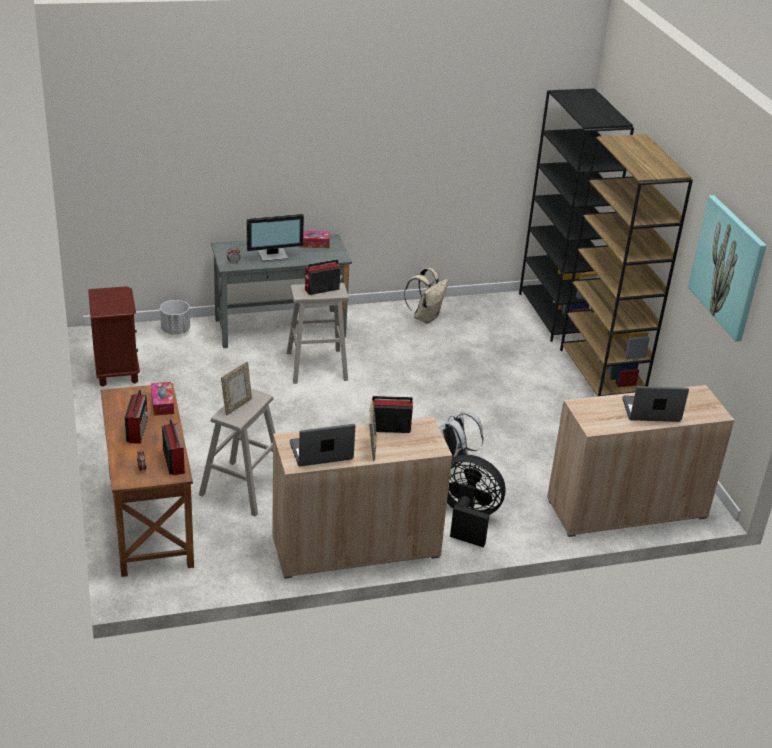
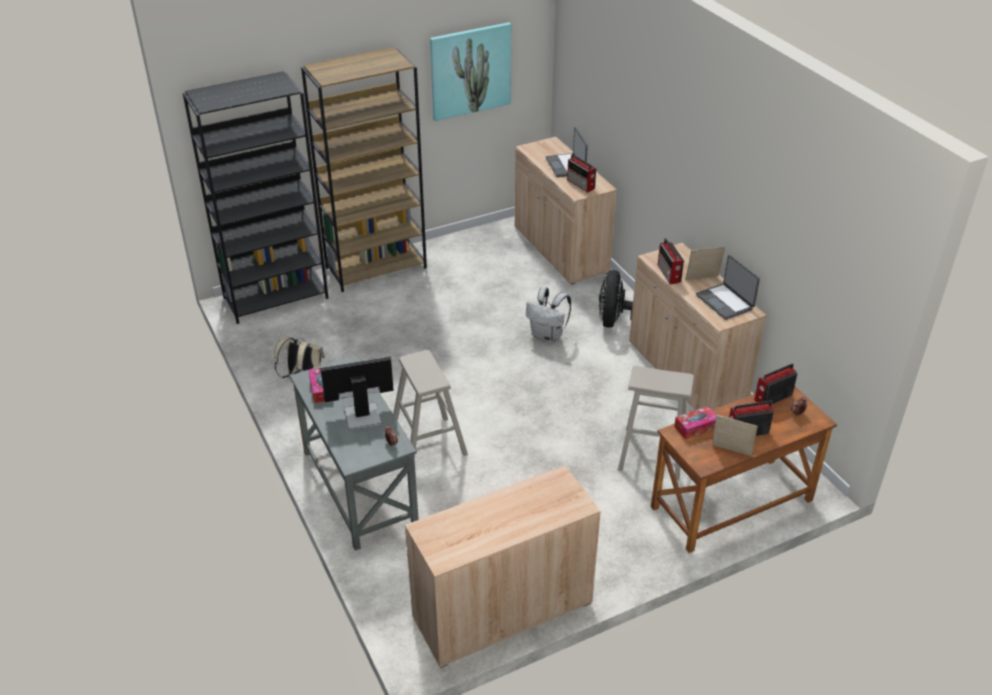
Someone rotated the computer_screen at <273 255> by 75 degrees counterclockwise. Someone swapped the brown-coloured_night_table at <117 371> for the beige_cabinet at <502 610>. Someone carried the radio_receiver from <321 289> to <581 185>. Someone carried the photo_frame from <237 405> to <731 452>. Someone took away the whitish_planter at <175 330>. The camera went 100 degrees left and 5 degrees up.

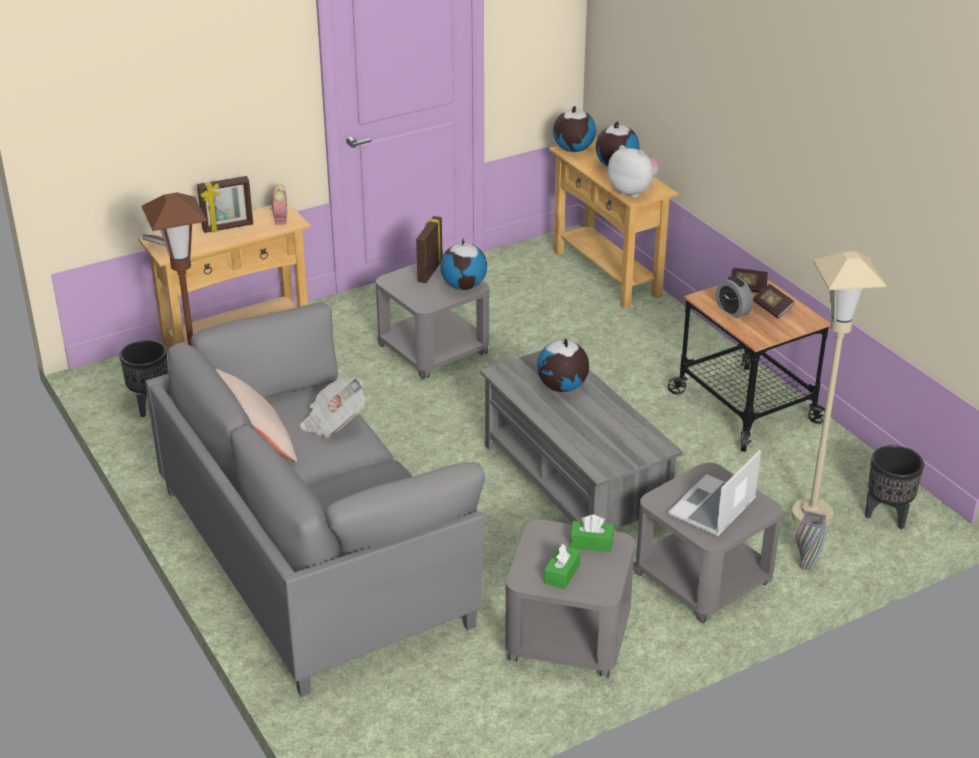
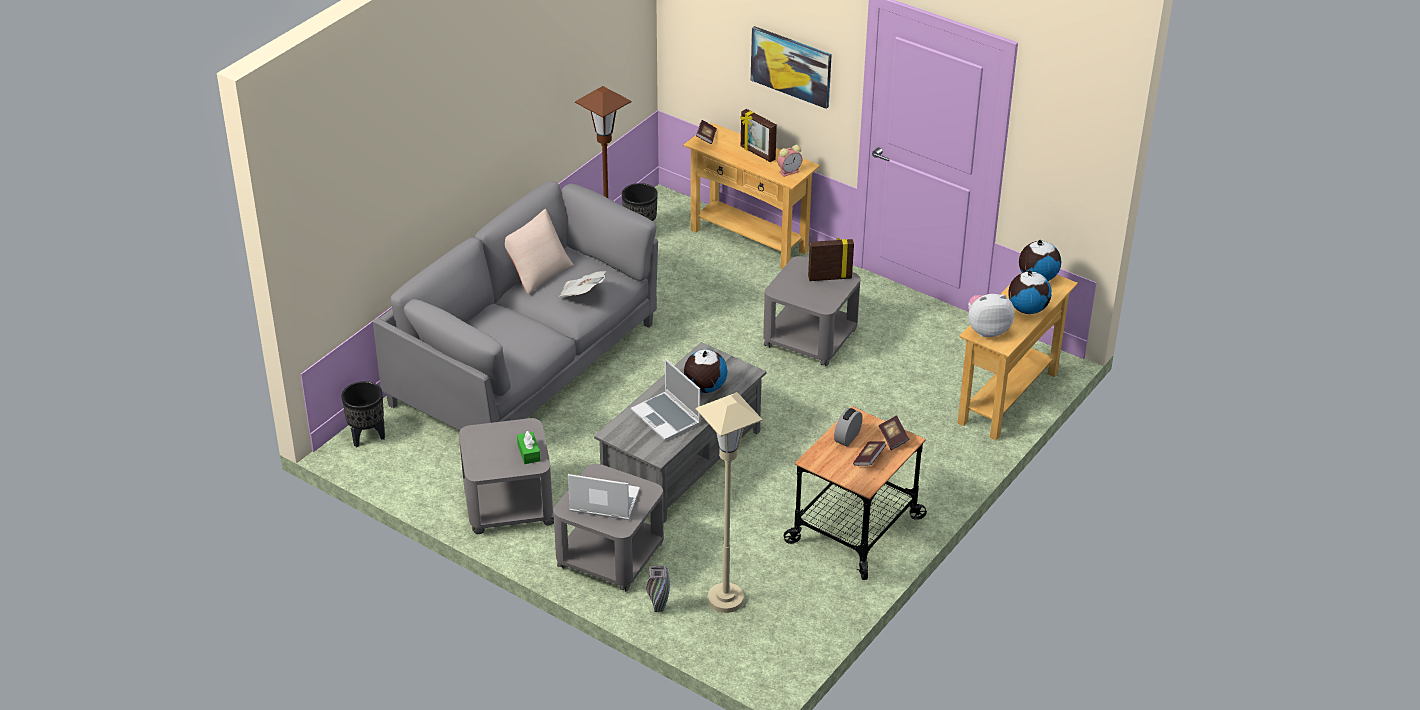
Someone carried the black_planter from <886 516> to <367 436>. Someone put down the notebook_computer at <667 417>. Someone put up the picture at <791 66>. Someone rotated the plush_toy at <632 191> by 105 degrees counterclockwise. Someone took away the desk_globe at <464 286>. Someone took away the green_tissue_box at <562 573>. The camera went 65 degrees right and 5 degrees up.

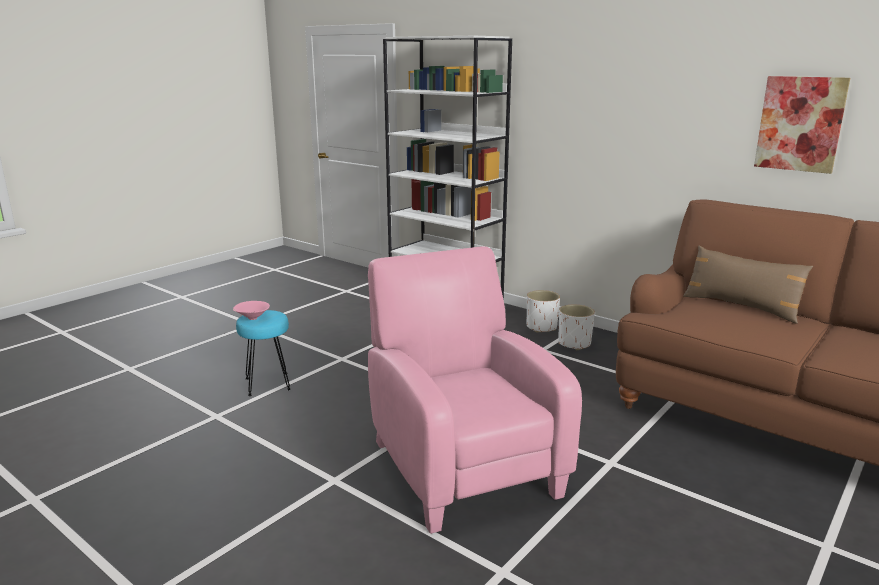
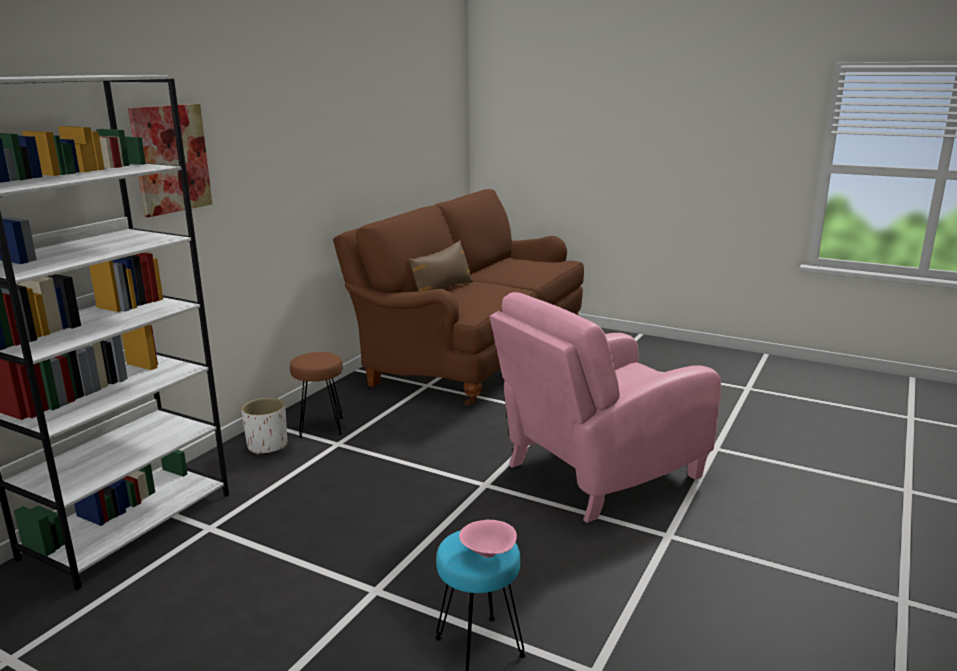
Someone carried the picture from <800 124> to <170 159>. Someone swapped the whitish_planter at <574 344> for the brown-coloured_stool_seat at <321 427>. The camera went 100 degrees left and 0 degrees up.

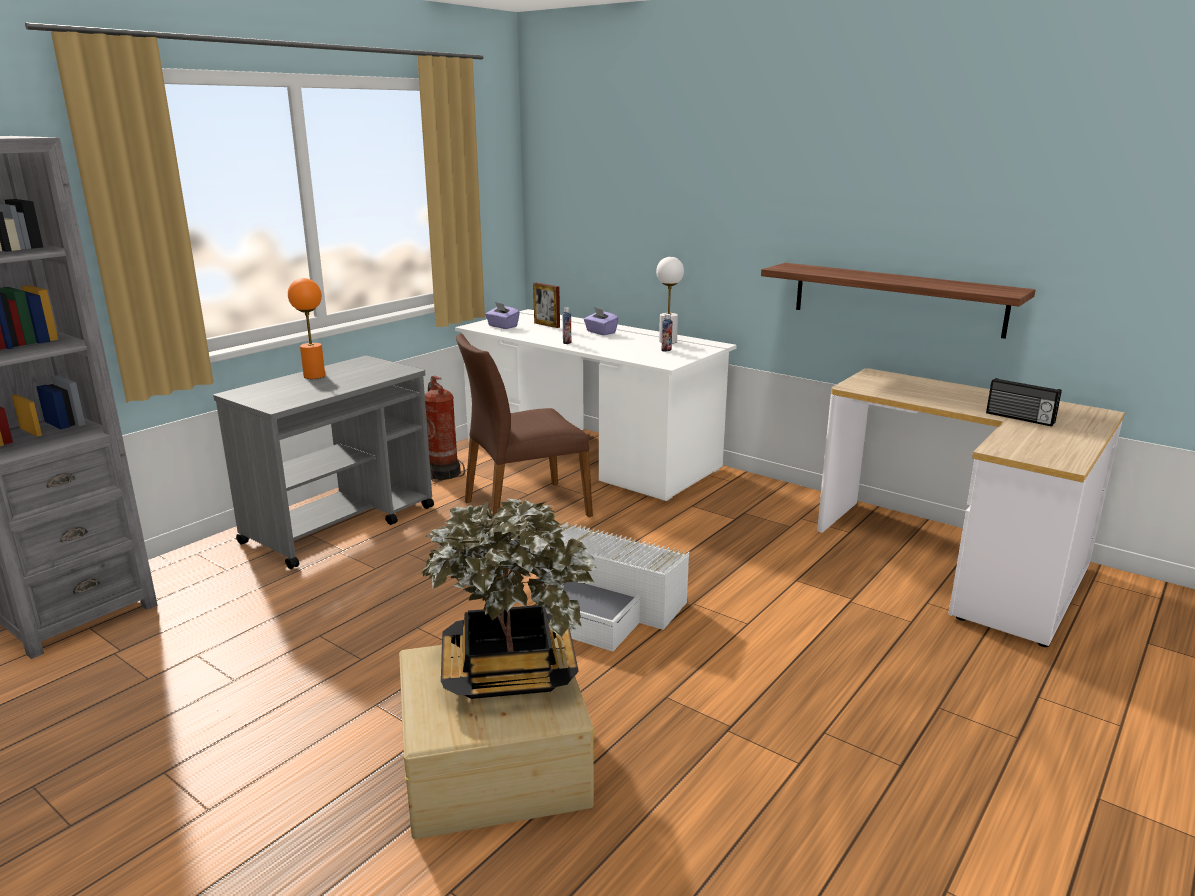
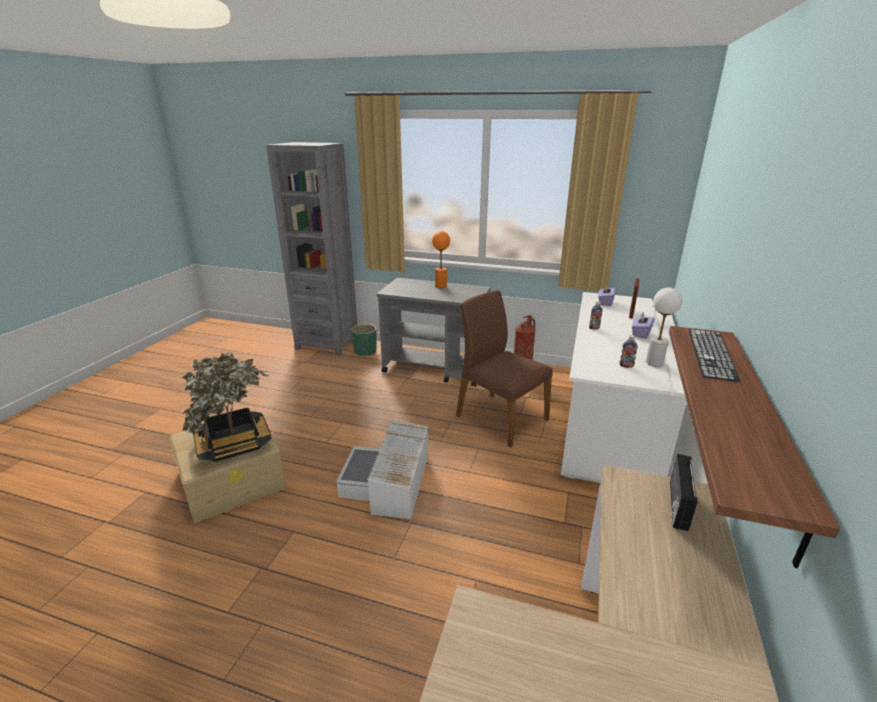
Someone put down the green_planter at <365 351>. Someone carried the radio_receiver from <1019 418> to <676 505>. Someone put down the keyboard at <711 353>. The camera went 70 degrees right and 5 degrees up.

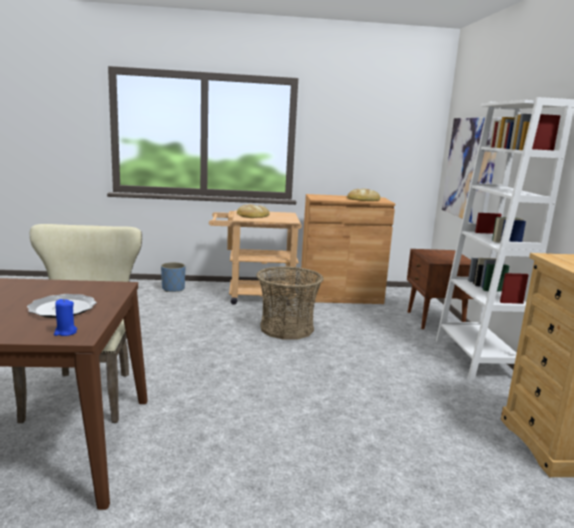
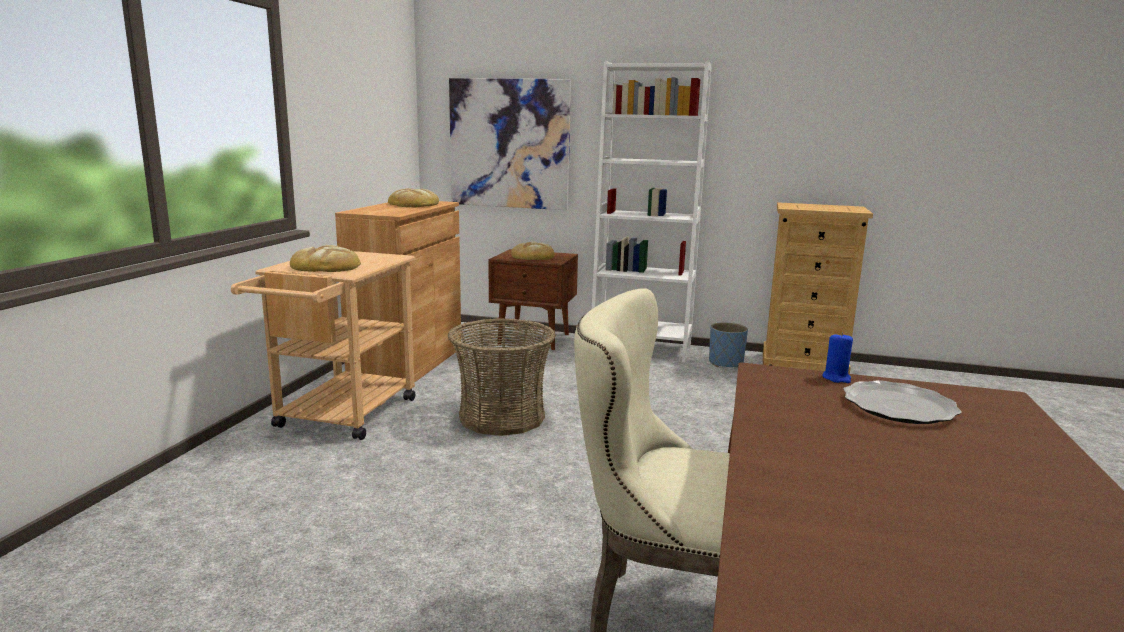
Someone put down the baked_bread at <533 256>. Someone carried the blue-coloured_planter from <173 289> to <726 363>. Someone carried the blue-coloured_wax_light from <65 332> to <836 378>. The camera went 70 degrees left and 0 degrees up.

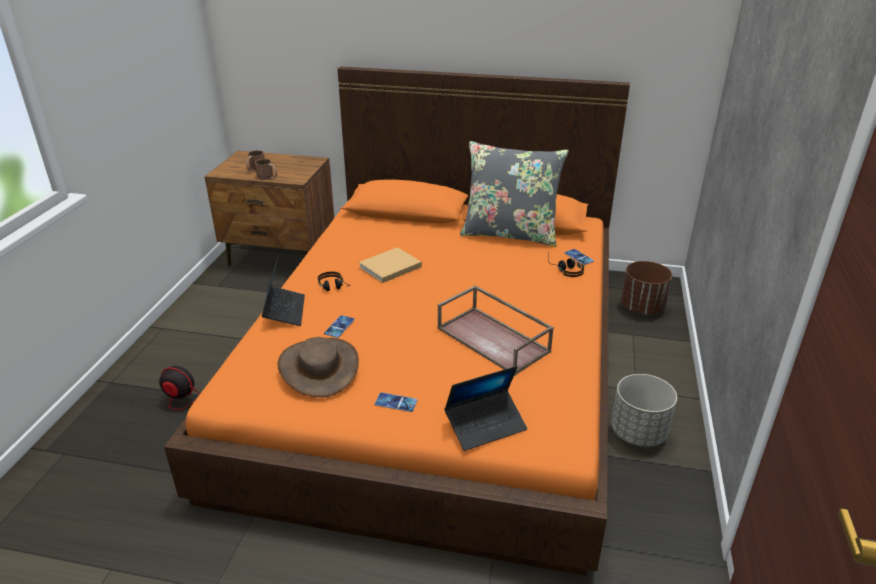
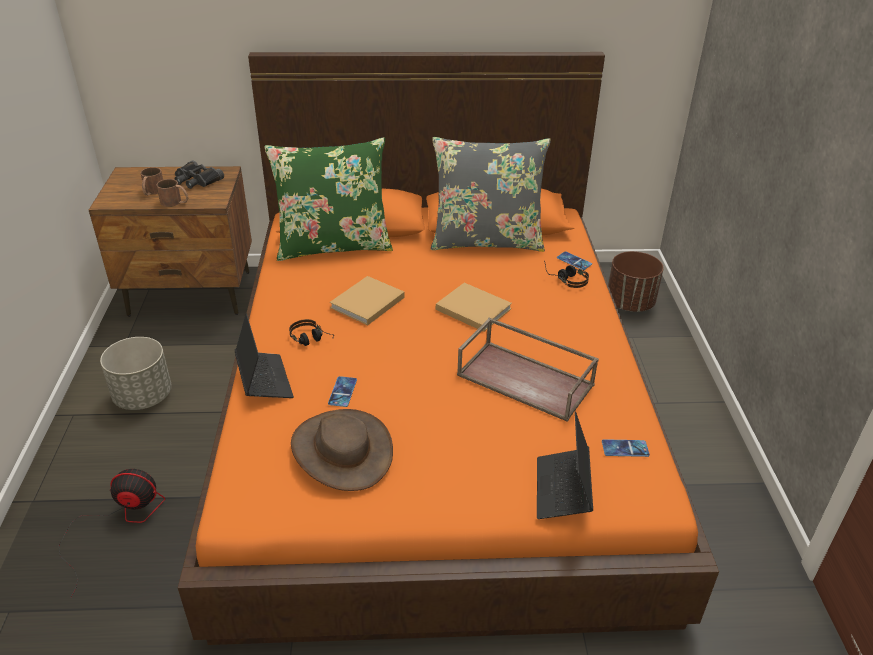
Someone carried the greyish_planter from <638 432> to <143 396>. Someone put down the black_field_glasses at <196 180>. Someone put down the green_cushion at <334 246>. Someone put down the beige_bound_book at <471 308>. Someone rotated the notebook_computer at <485 425> by 135 degrees clockwise. Someone carried the telephone from <396 402> to <625 448>. The camera went 15 degrees left and 5 degrees up.

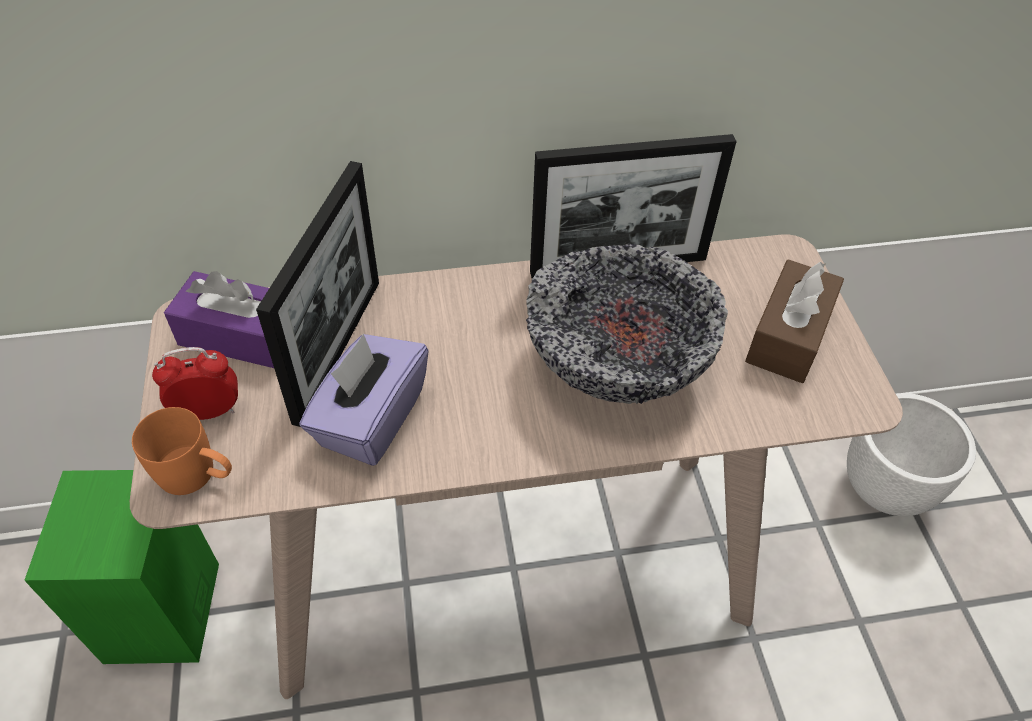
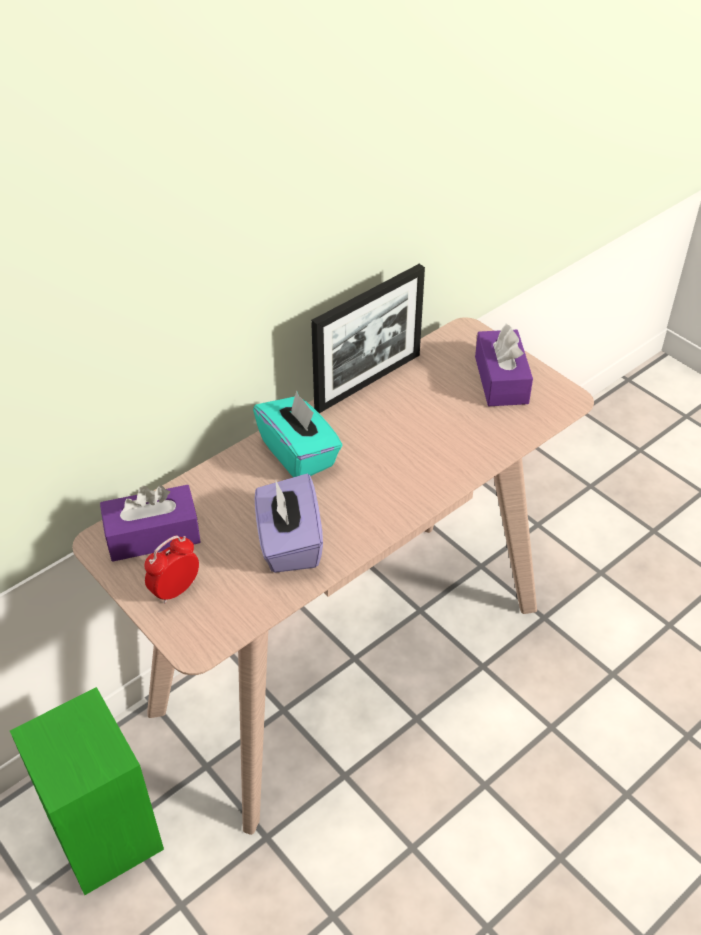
Someone put down the blue-green_tissue_box at <299 454>. Someone repainted the brown-coloured_tissue_box at <788 335>, which became the purple_tissue_box at <501 380>. Someone took away the orange_mug at <197 476>. Someone took away the photo_frame at <338 349>. Someone took away the serving_bowl at <615 363>. Someone took away the whitish_planter at <885 489>. The camera went 30 degrees left and 5 degrees down.

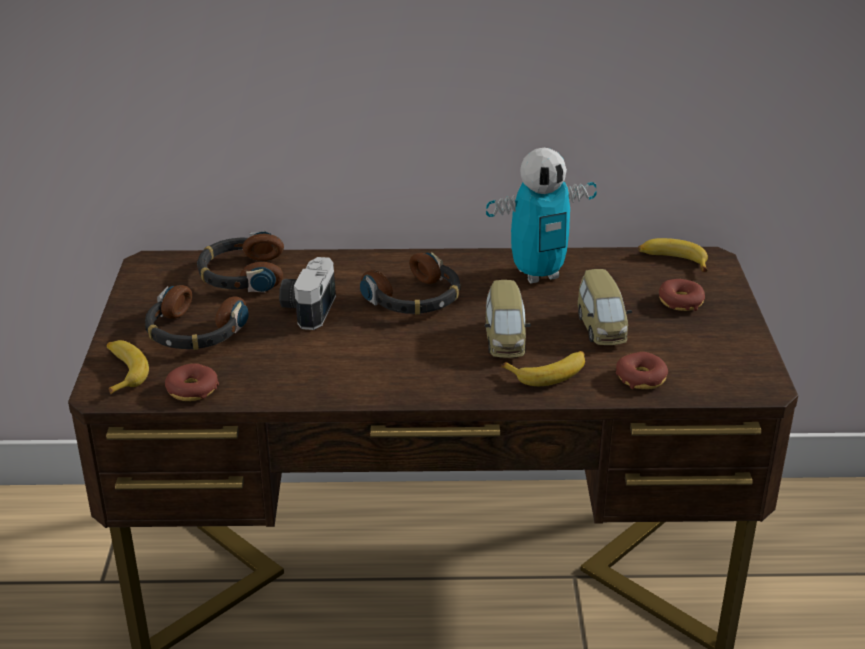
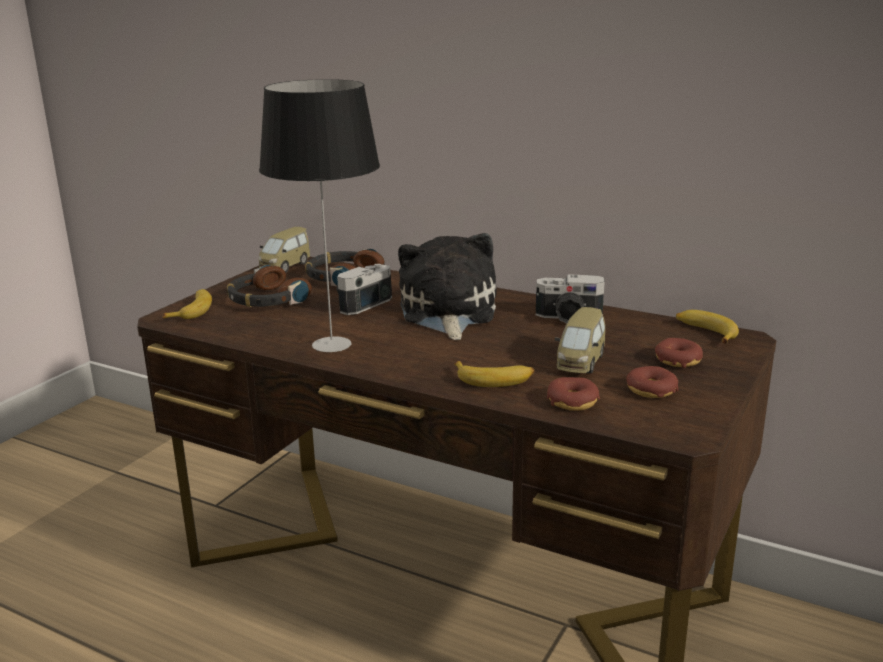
Someone put down the tabletop_lamp at <333 344>. Someone carried the model_car from <505 340> to <285 266>. Someone swapped the headphones at <414 298> for the plush_toy at <447 313>. Someone swapped the model_robot at <538 274> for the still_camera at <568 318>. Someone carried the ring_doughnut from <192 390> to <651 390>. The camera went 30 degrees right and 10 degrees down.

